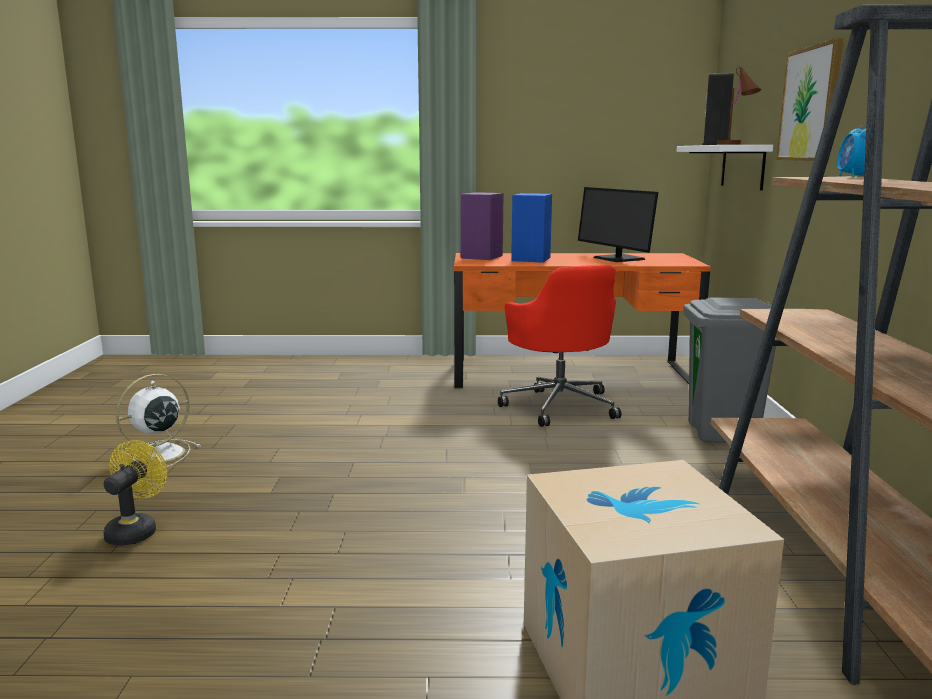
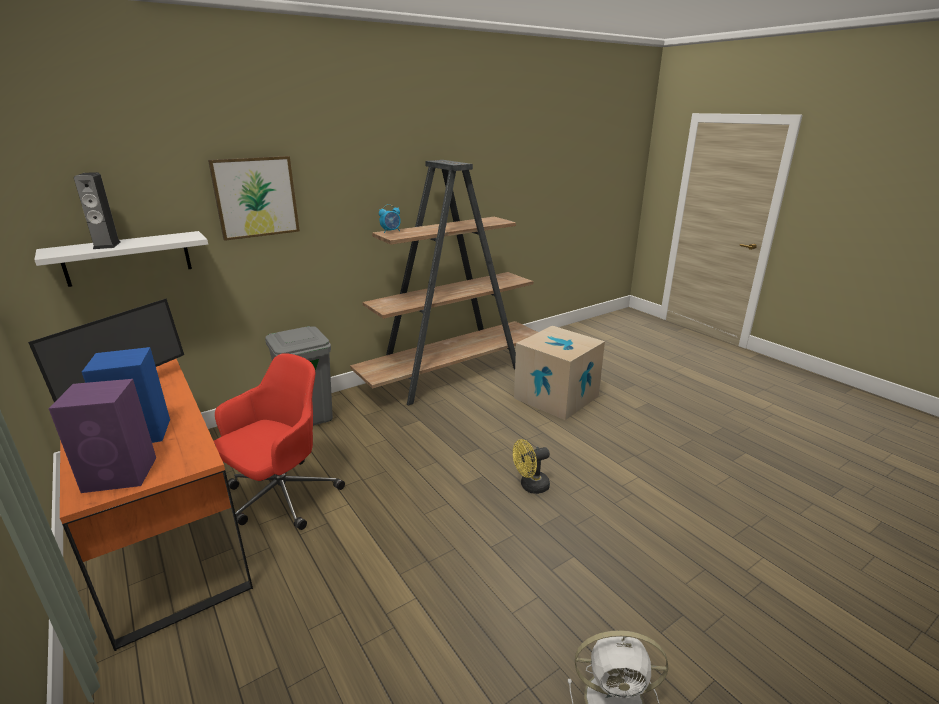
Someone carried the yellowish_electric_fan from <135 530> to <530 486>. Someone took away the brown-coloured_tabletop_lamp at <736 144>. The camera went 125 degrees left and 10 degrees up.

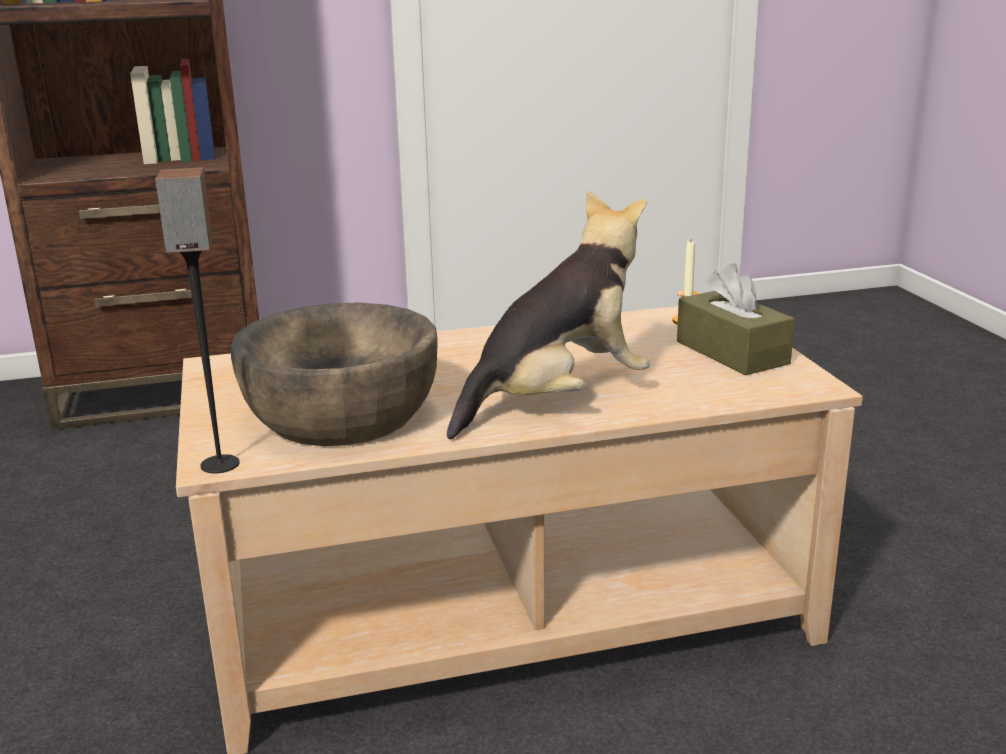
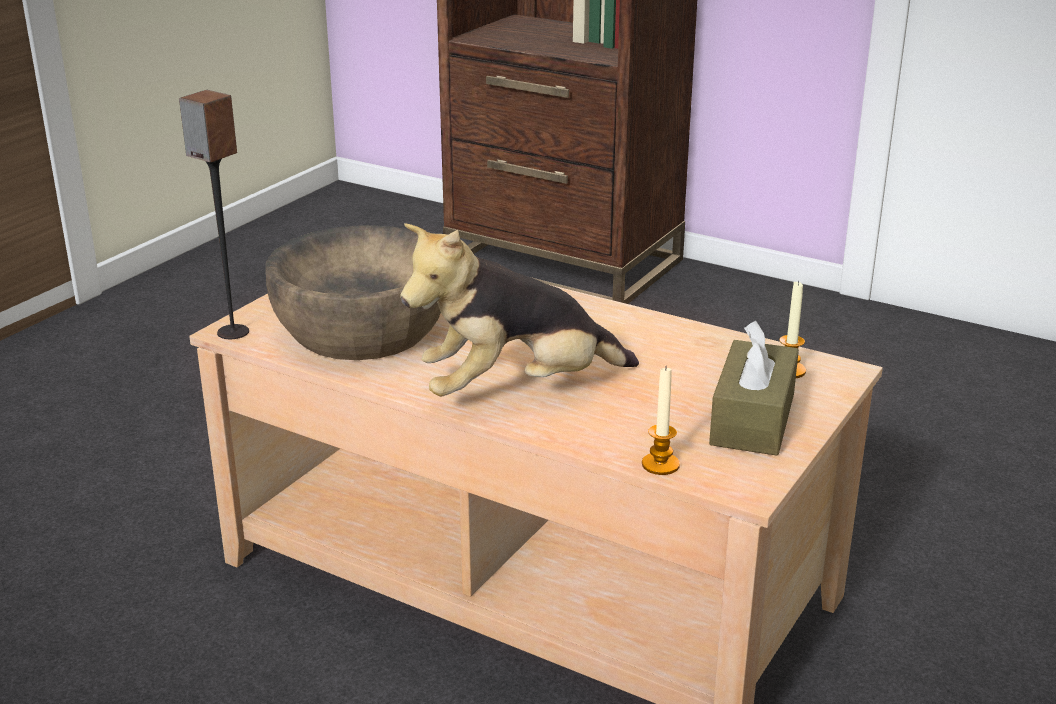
Someone rotated the plush_toy at <557 400> by 150 degrees clockwise. Someone put down the wax_light at <660 465>. The camera went 45 degrees right and 5 degrees up.

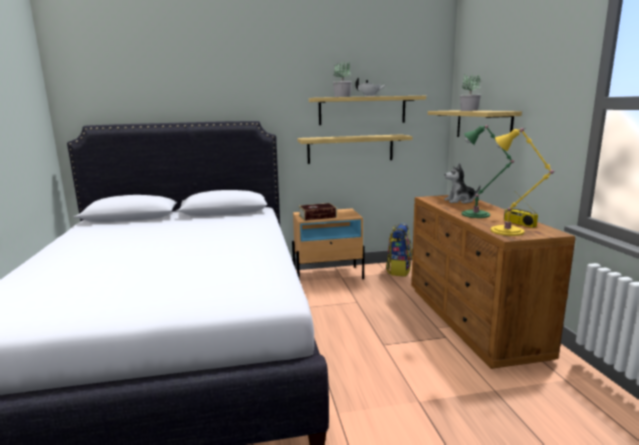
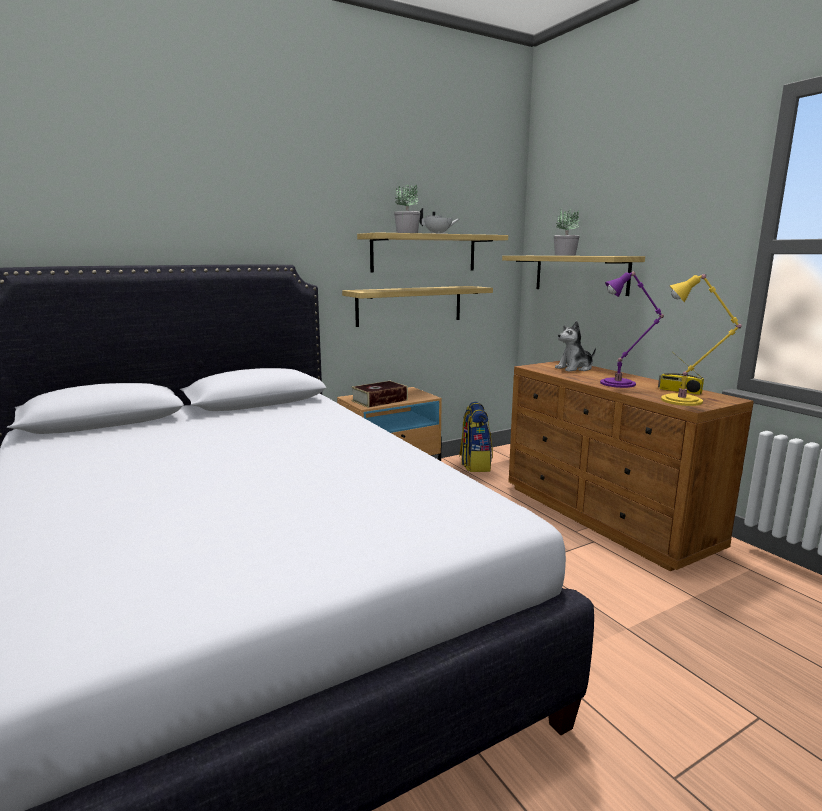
Someone repainted the green_tabletop_lamp at <478 215>, which became the purple_tabletop_lamp at <621 383>. The camera went 20 degrees left and 0 degrees up.

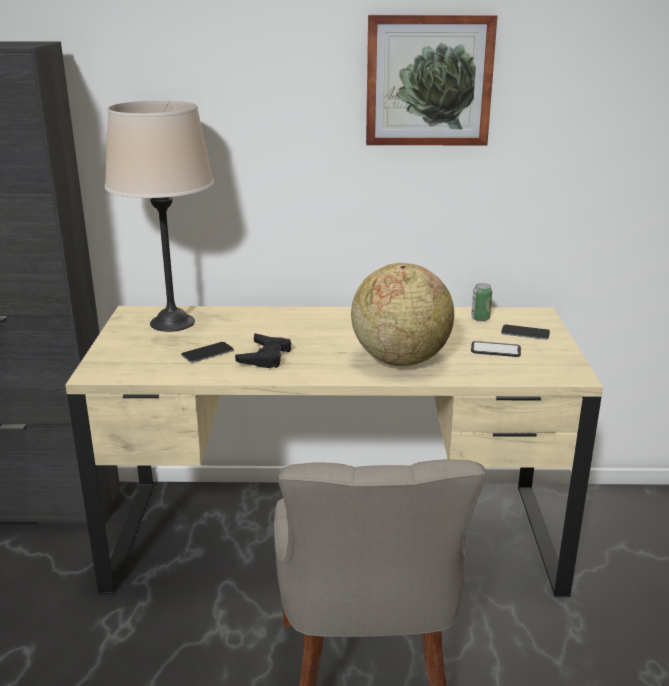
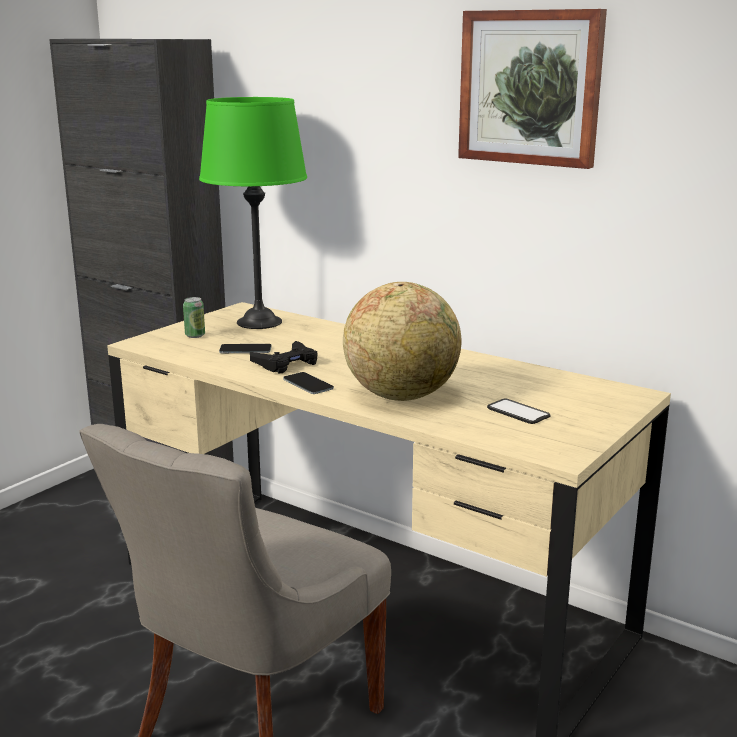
Someone carried the sealed_can from <480 318> to <195 335>. Someone repainted the beige_tabletop_lamp at <172 323>, which became the green_tabletop_lamp at <259 322>. Someone carried the telephone from <525 333> to <308 384>. The camera went 35 degrees right and 5 degrees down.

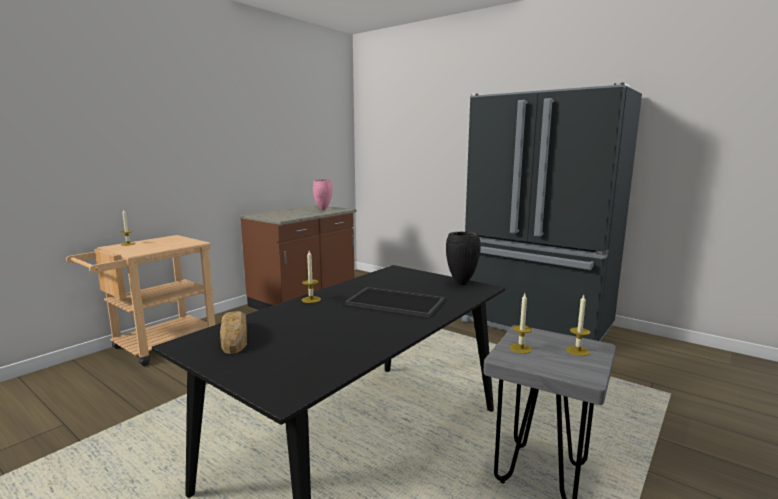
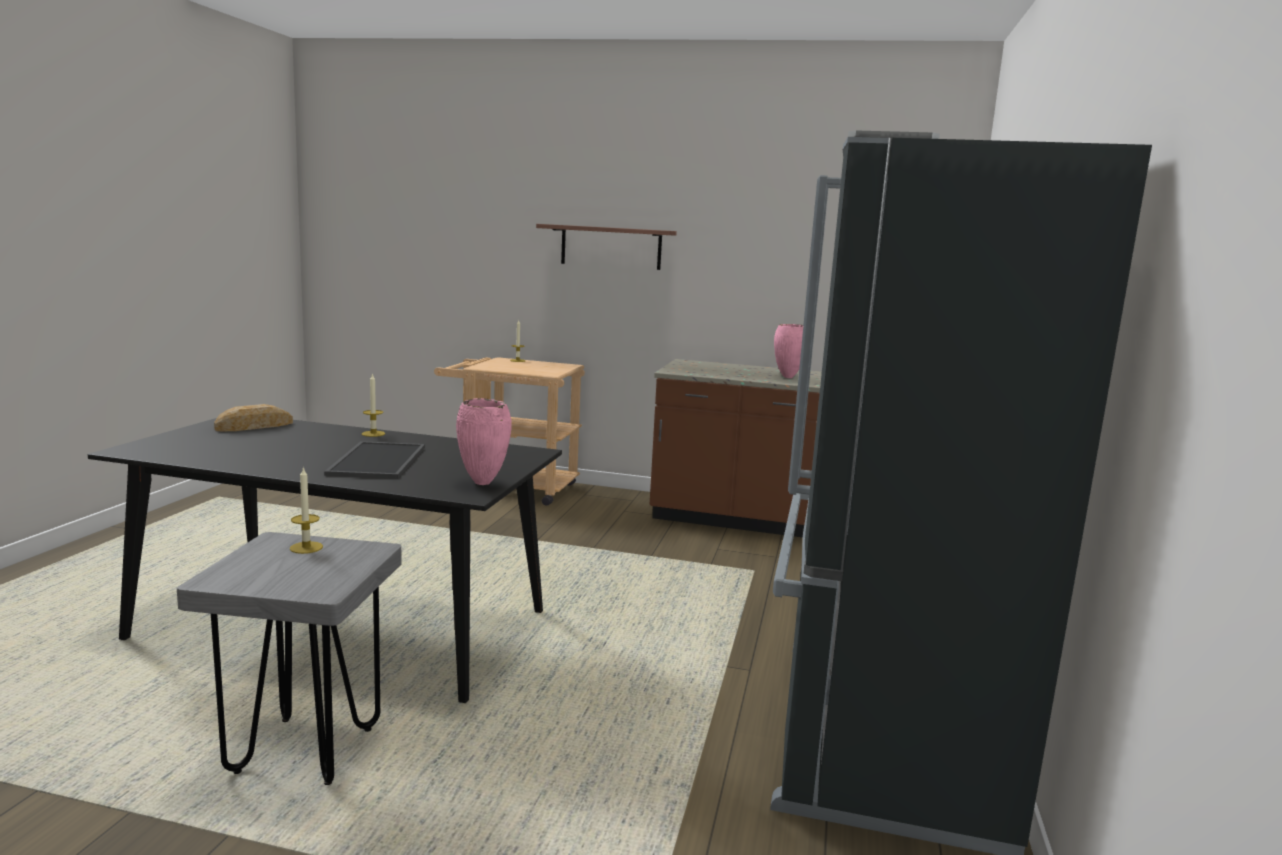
Someone repainted the black_flower_vase at <461 283>, which became the pinkish_flower_vase at <484 483>. Someone put up the wall_shelf at <611 247>. Someone took away the wax_light at <577 351>. The camera went 65 degrees right and 0 degrees up.

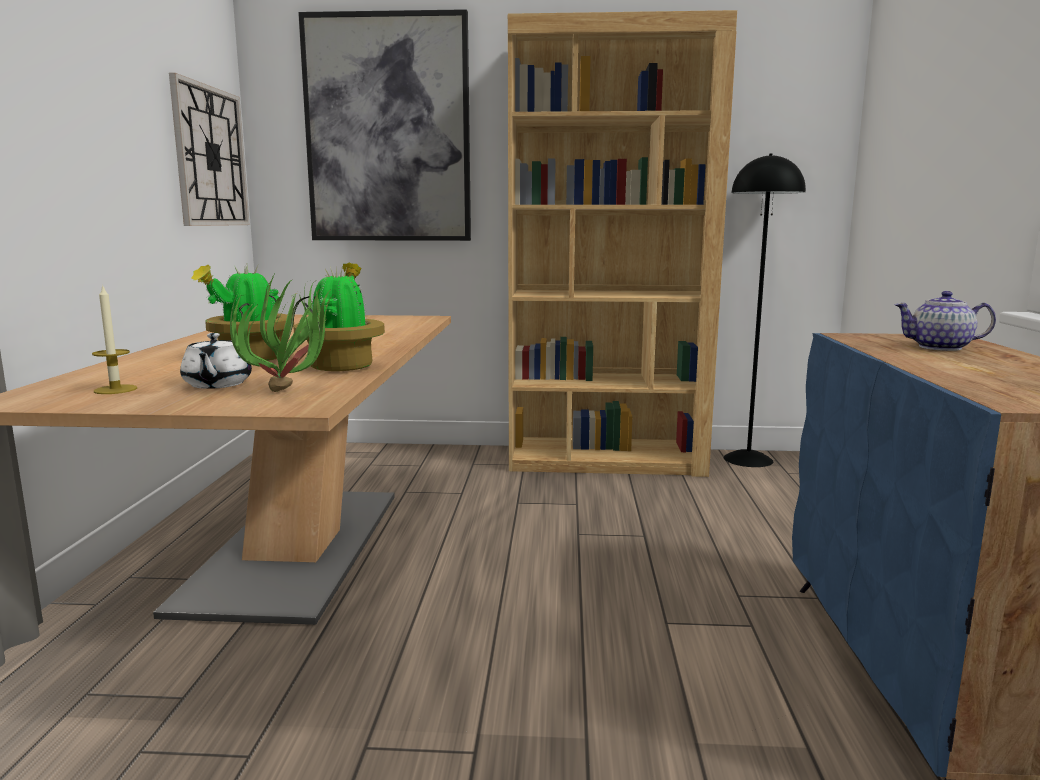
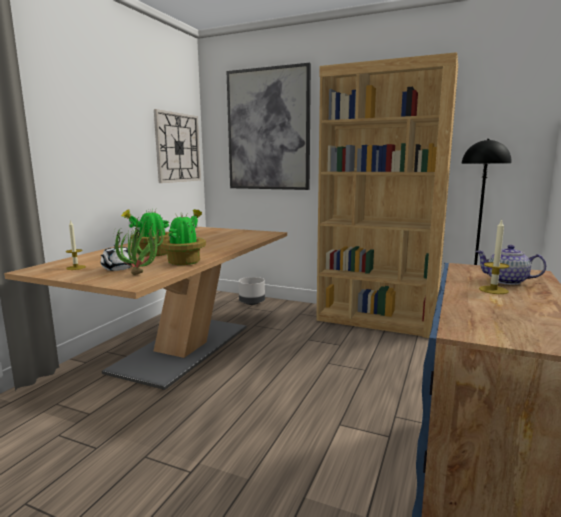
Someone put down the greyish_planter at <252 303>. Someone put down the wax_light at <493 290>. The camera went 20 degrees right and 0 degrees up.

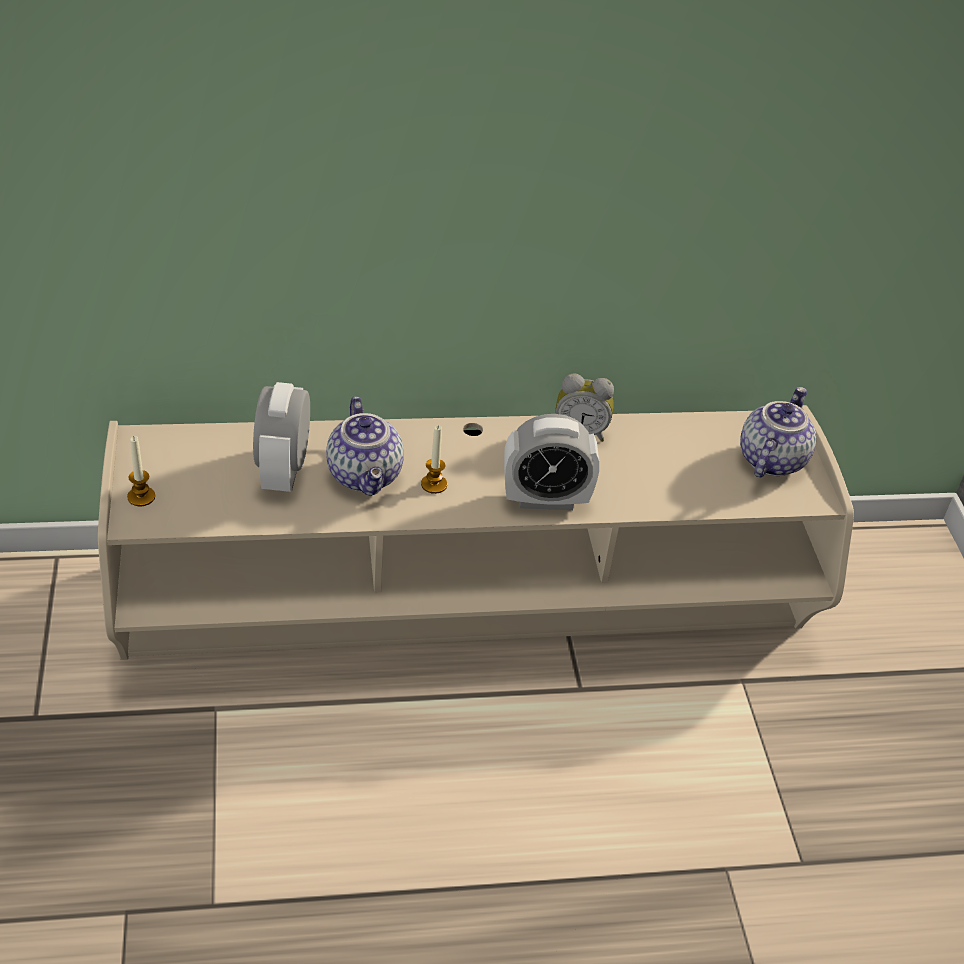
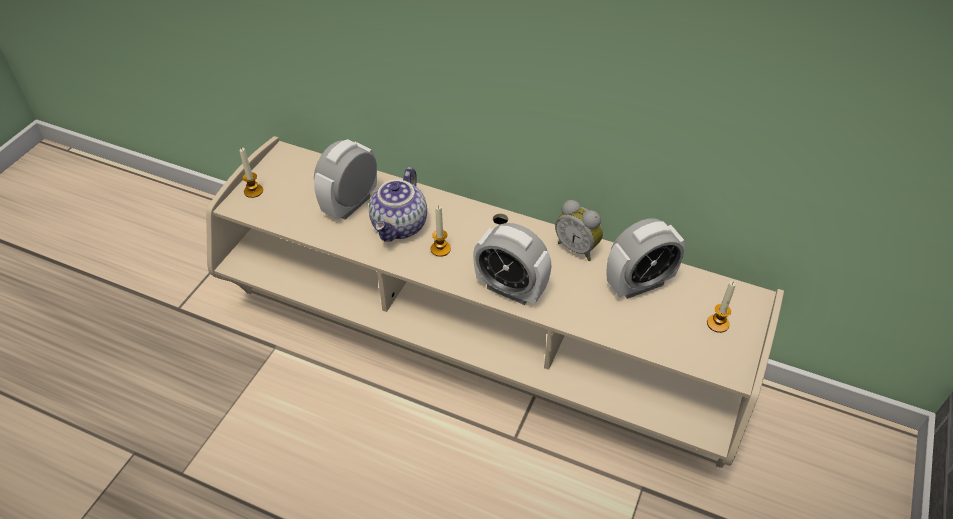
Someone put down the bedside_clock at <639 284>. Someone swapped the tea_pot at <770 459> for the wax_light at <717 324>. The camera went 35 degrees right and 5 degrees up.

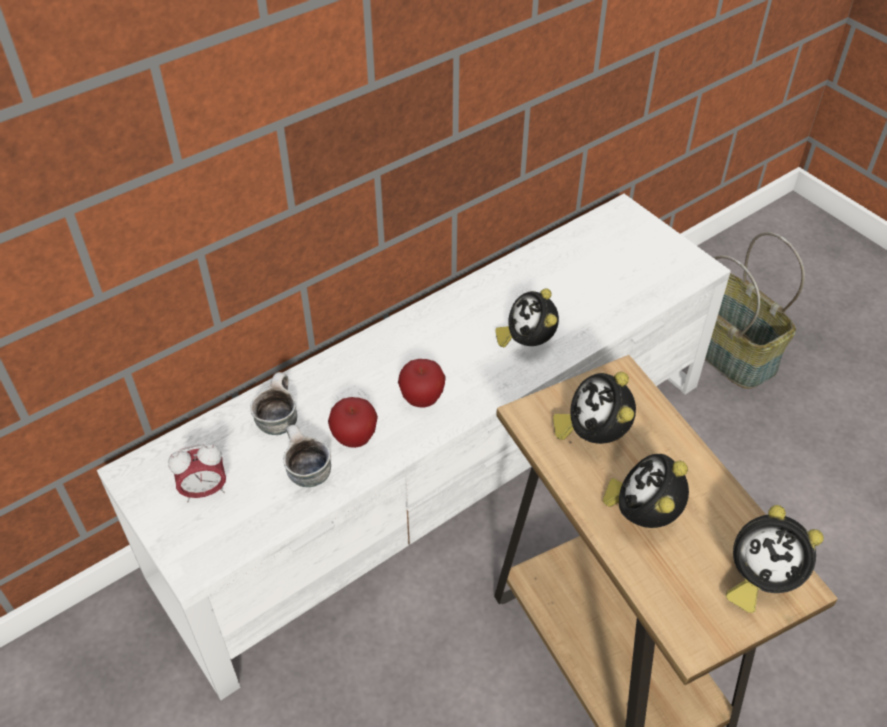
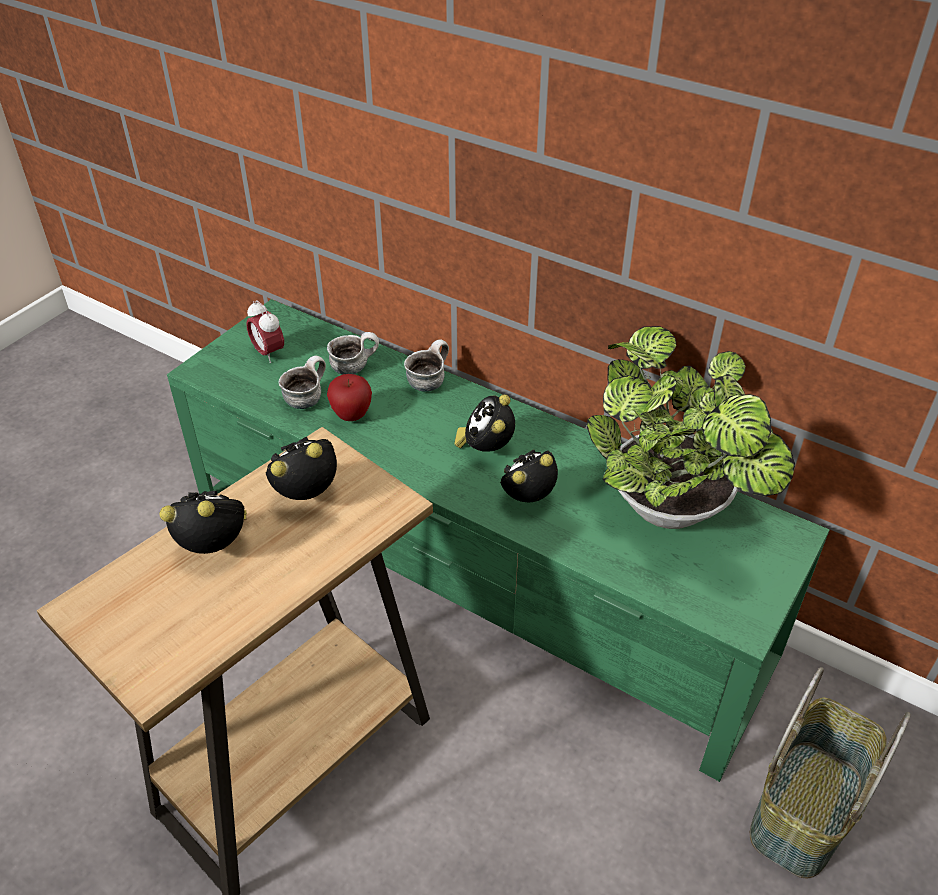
Someone repainted the whitish_tv_stand at <445 474>, which became the green_tv_stand at <472 574>. Someone put down the mug at <428 381>. Someone carried the bedside_clock from <758 579> to <486 449>. Someone put down the houseplant at <674 512>. Someone took away the apple at <422 399>. The camera went 70 degrees right and 5 degrees down.

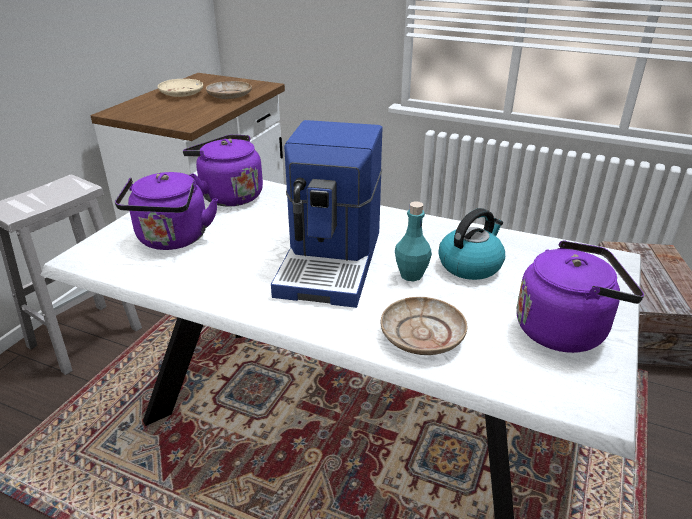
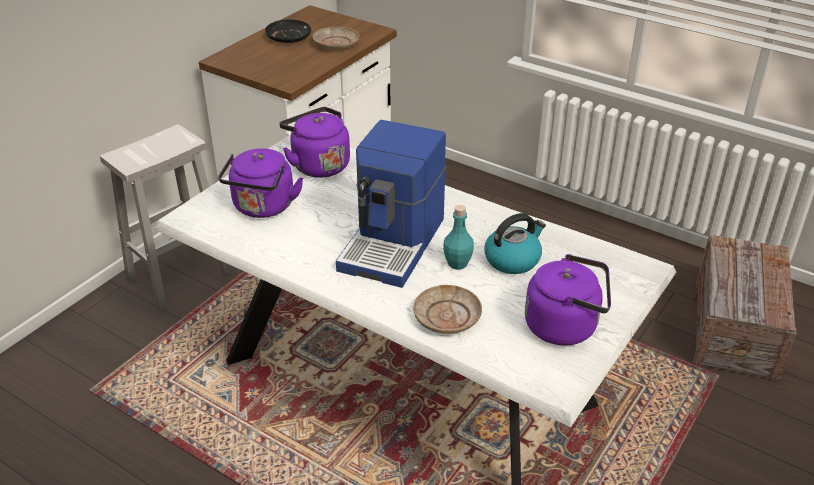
Someone repainted the beige_plate at <181 93>, which became the black_plate at <288 37>. The camera went 10 degrees right and 5 degrees up.

